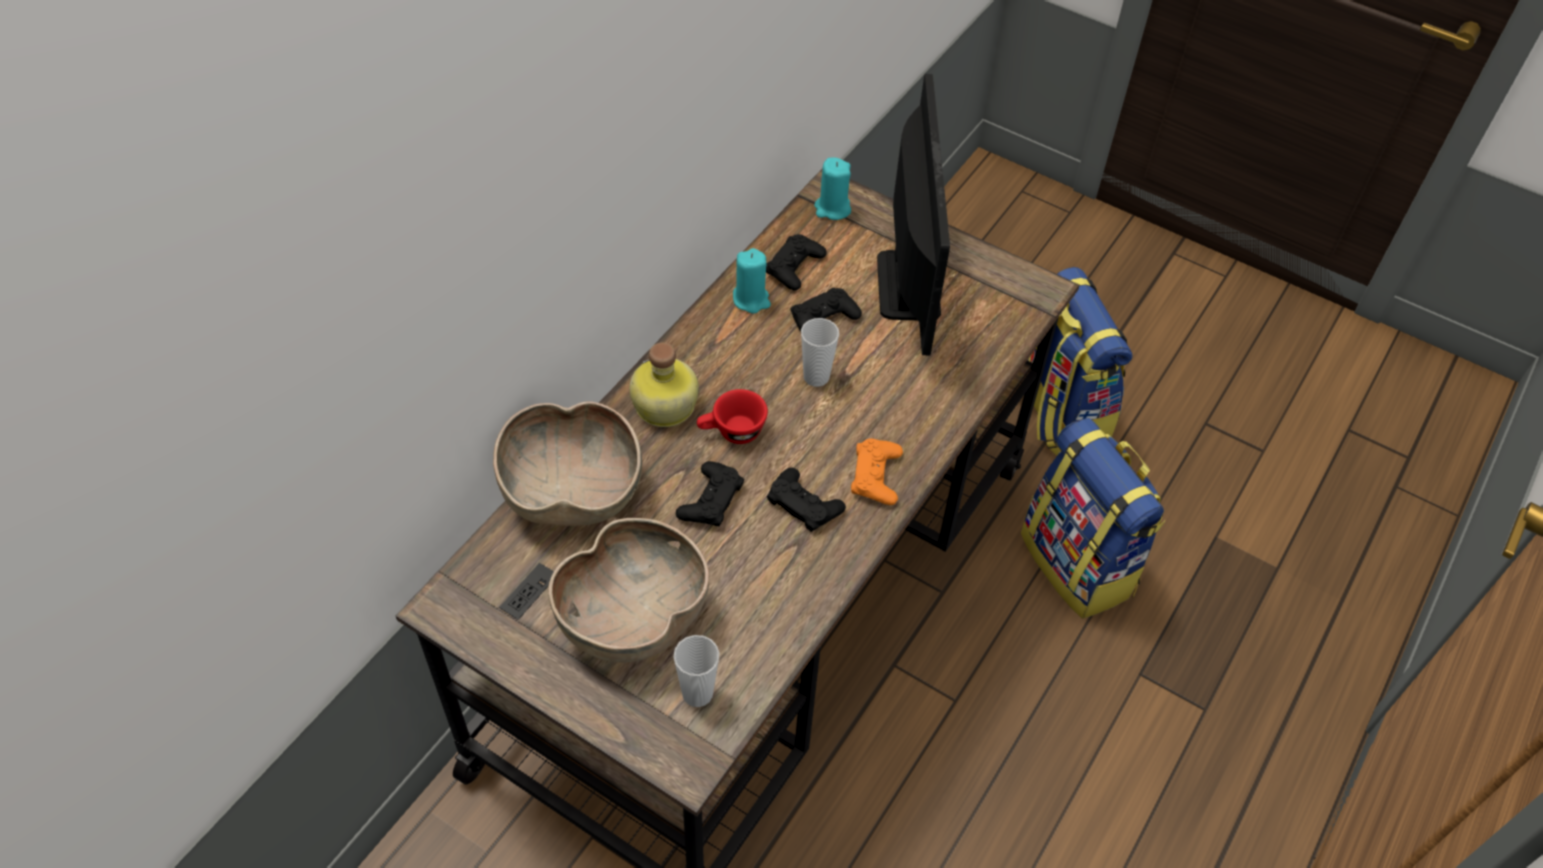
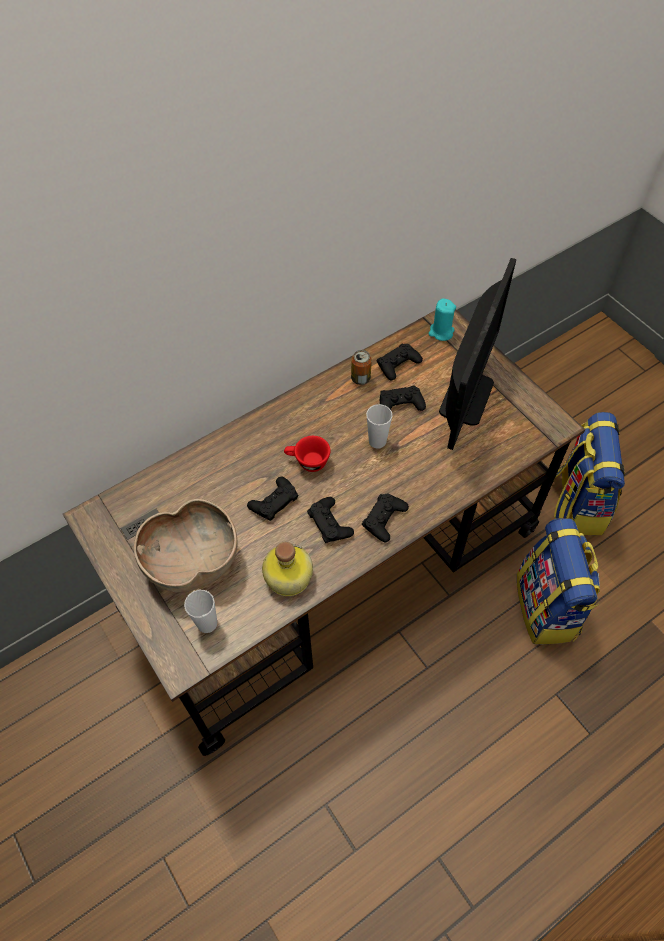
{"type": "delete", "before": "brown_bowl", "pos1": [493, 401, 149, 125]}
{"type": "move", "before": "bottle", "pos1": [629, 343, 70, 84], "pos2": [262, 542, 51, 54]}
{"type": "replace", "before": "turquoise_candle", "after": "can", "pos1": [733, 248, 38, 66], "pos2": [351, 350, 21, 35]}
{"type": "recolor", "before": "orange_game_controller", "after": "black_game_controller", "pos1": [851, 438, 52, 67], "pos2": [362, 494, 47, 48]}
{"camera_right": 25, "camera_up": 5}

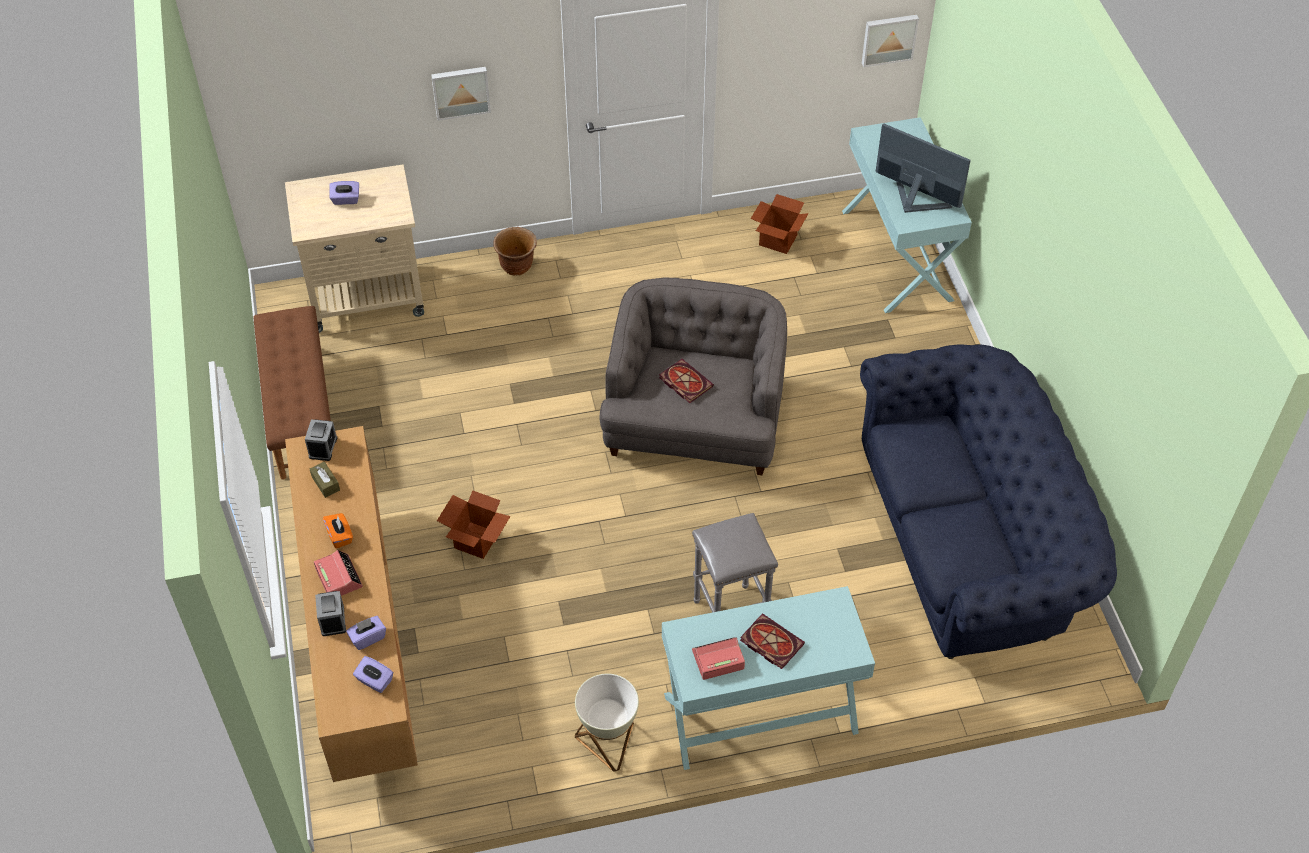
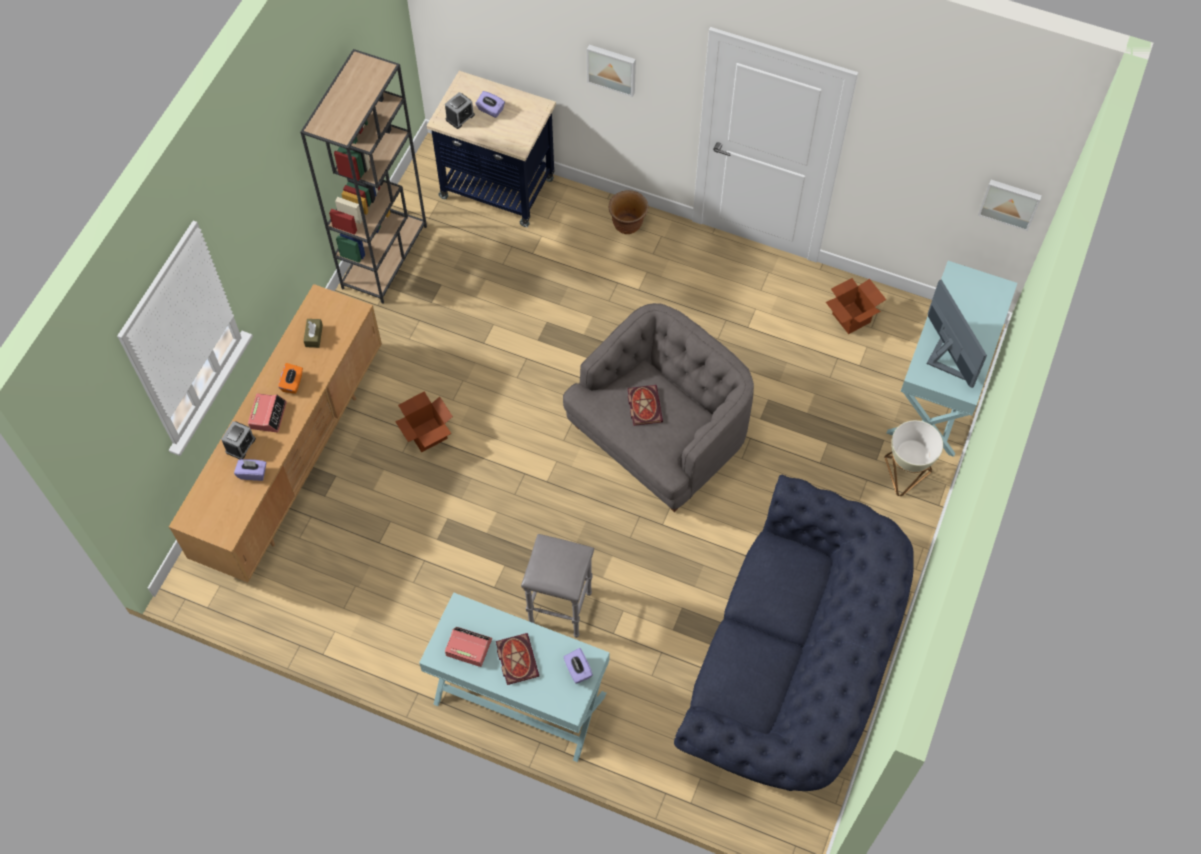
{"type": "move", "before": "alarm_clock", "pos1": [305, 419, 32, 42], "pos2": [445, 92, 30, 37]}
{"type": "move", "before": "purple_tissue_box", "pos1": [353, 656, 40, 37], "pos2": [564, 648, 29, 35]}
{"type": "move", "before": "planter", "pos1": [575, 674, 64, 98], "pos2": [884, 420, 59, 76]}
{"type": "replace", "before": "brown_bench", "after": "bookcase", "pos1": [253, 306, 78, 174], "pos2": [300, 49, 127, 255]}
{"type": "recolor", "before": "beige_cart", "after": "blue_cart", "pos1": [285, 164, 139, 169], "pos2": [427, 71, 129, 156]}
{"camera_right": 35, "camera_up": 10}

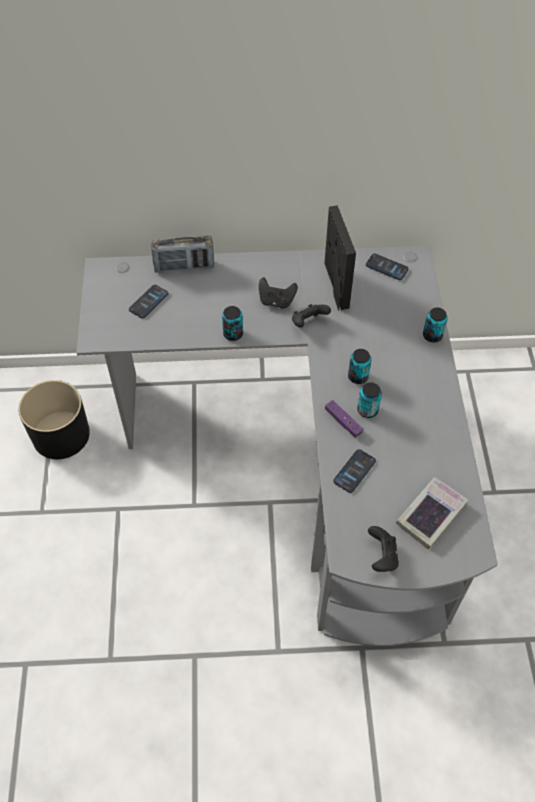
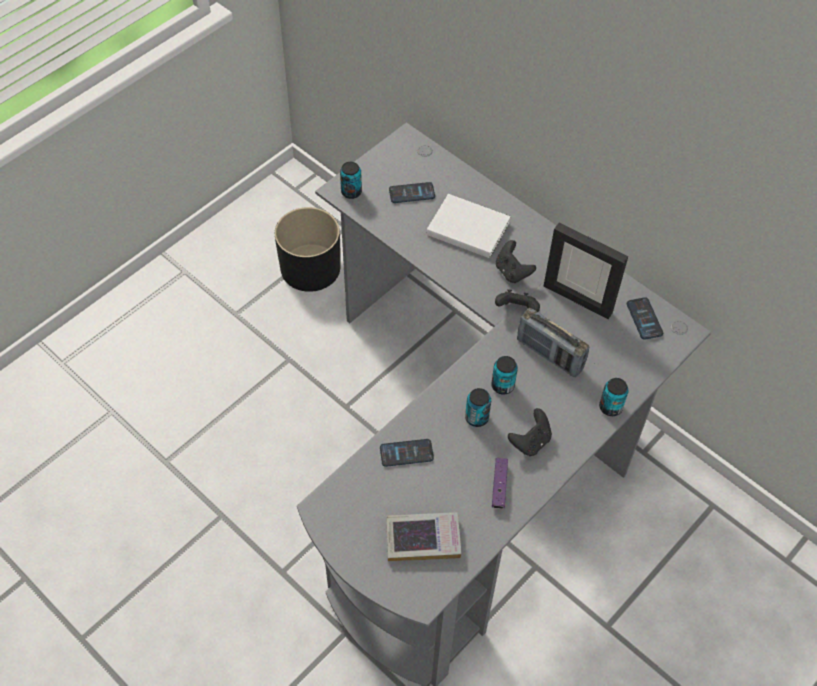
{"type": "insert", "after": "white_book", "pos2": [427, 194, 84, 64]}
{"type": "move", "before": "radio", "pos1": [151, 236, 63, 37], "pos2": [517, 308, 72, 69]}
{"type": "move", "before": "can", "pos1": [222, 306, 21, 35], "pos2": [340, 162, 22, 37]}
{"type": "move", "before": "purple_game_controller", "pos1": [325, 400, 39, 38], "pos2": [492, 458, 16, 51]}
{"type": "move", "before": "black_game_controller", "pos1": [368, 526, 31, 46], "pos2": [508, 408, 44, 48]}
{"type": "rotate", "before": "picture_frame", "pos1": [324, 205, 32, 105], "pos2": [544, 223, 84, 96], "turn": 90}
{"camera_right": 45, "camera_up": 0}

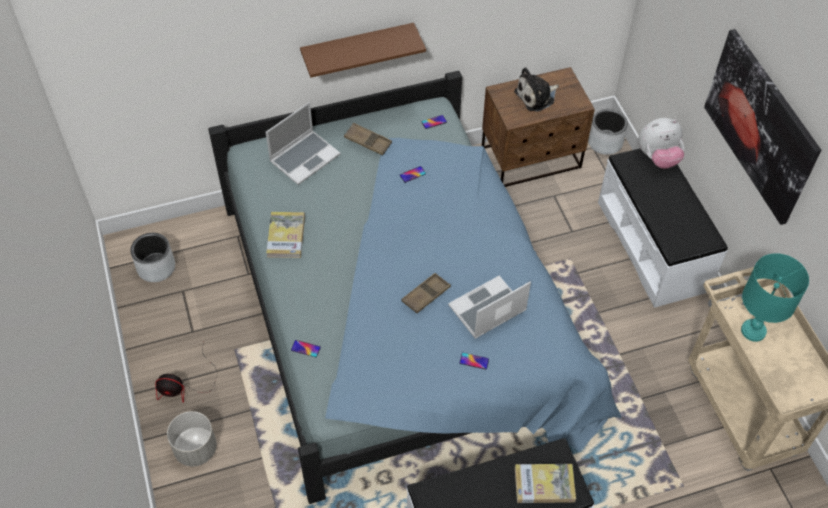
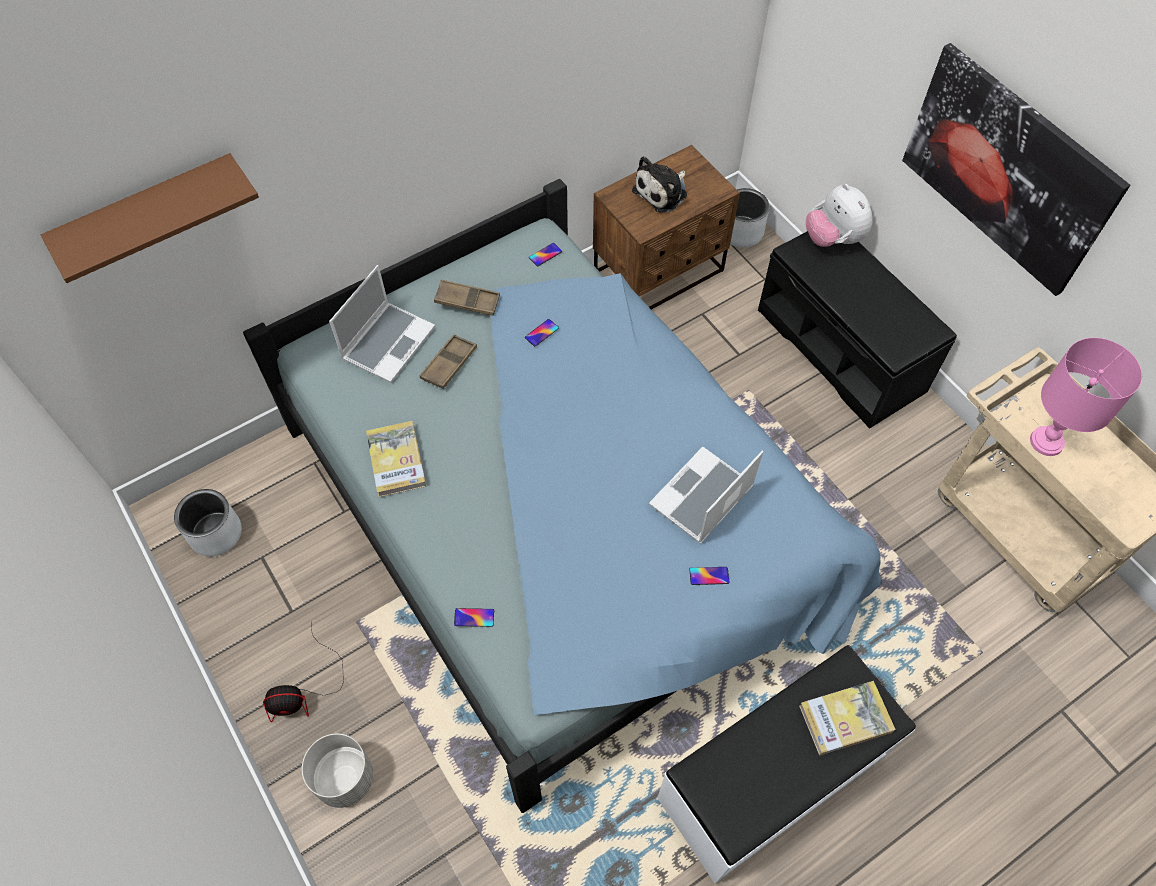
{"type": "move", "before": "brown_shelf", "pos1": [300, 23, 126, 55], "pos2": [41, 153, 218, 130]}
{"type": "move", "before": "brown_tray", "pos1": [401, 273, 50, 40], "pos2": [419, 334, 58, 55]}
{"type": "recolor", "before": "white_bench", "after": "black_bench", "pos1": [598, 148, 130, 160], "pos2": [758, 231, 199, 198]}
{"type": "recolor", "before": "turquoise_table_lamp", "after": "pink_table_lamp", "pos1": [741, 253, 68, 89], "pos2": [1030, 338, 112, 118]}
{"type": "rotate", "before": "plush_toy", "pos1": [638, 118, 47, 51], "pos2": [806, 184, 67, 63], "turn": 90}
{"camera_right": -15, "camera_up": 5}

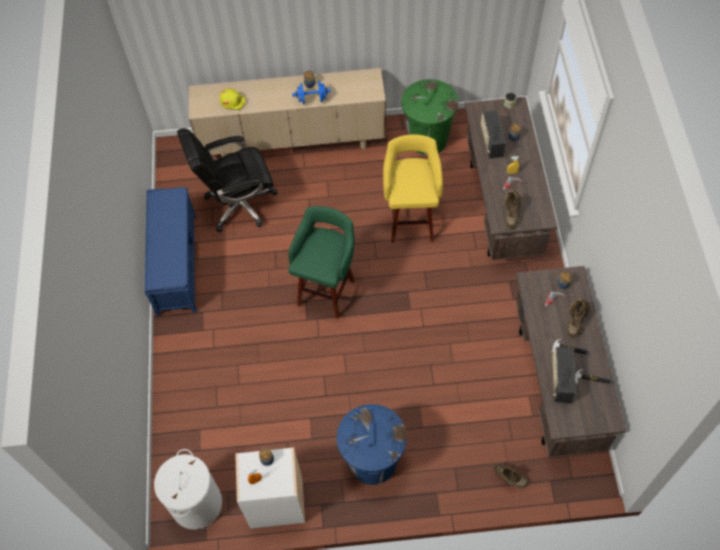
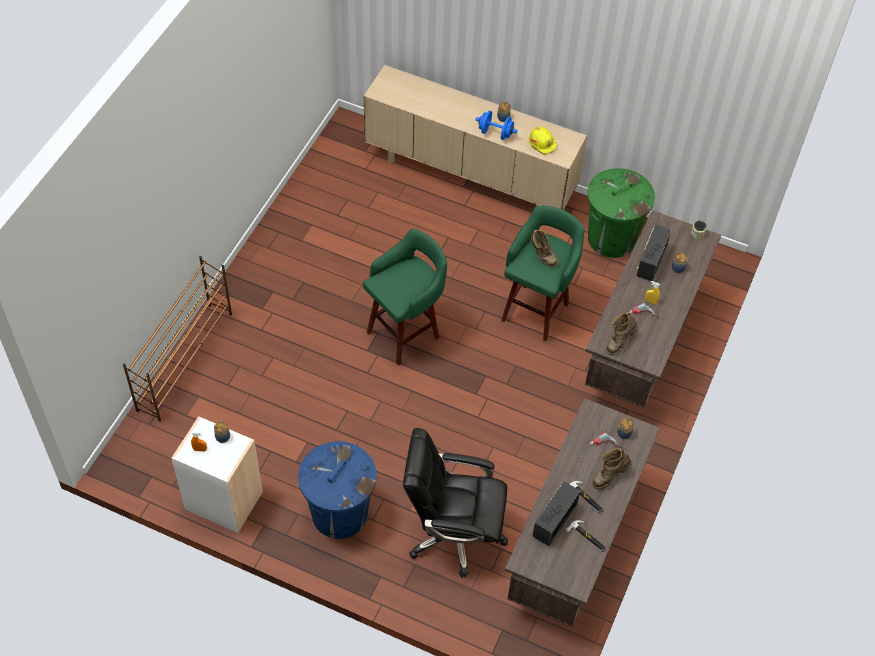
{"type": "delete", "before": "blue_bench", "pos1": [145, 187, 51, 129]}
{"type": "delete", "before": "white_laundry_basket", "pos1": [154, 449, 68, 81]}
{"type": "insert", "after": "brown_shoe_rack", "pos2": [123, 256, 109, 166]}
{"type": "move", "before": "black_office_chair", "pos1": [177, 128, 101, 104], "pos2": [403, 428, 105, 150]}
{"type": "move", "before": "yellow_hard_hat", "pos1": [220, 89, 26, 21], "pos2": [529, 127, 28, 28]}
{"type": "move", "before": "brown_boot", "pos1": [494, 463, 34, 26], "pos2": [531, 229, 28, 39]}
{"type": "recolor", "before": "yellow_stool", "after": "green_stool", "pos1": [383, 134, 60, 109], "pos2": [501, 206, 83, 135]}
{"camera_right": 25, "camera_up": -5}

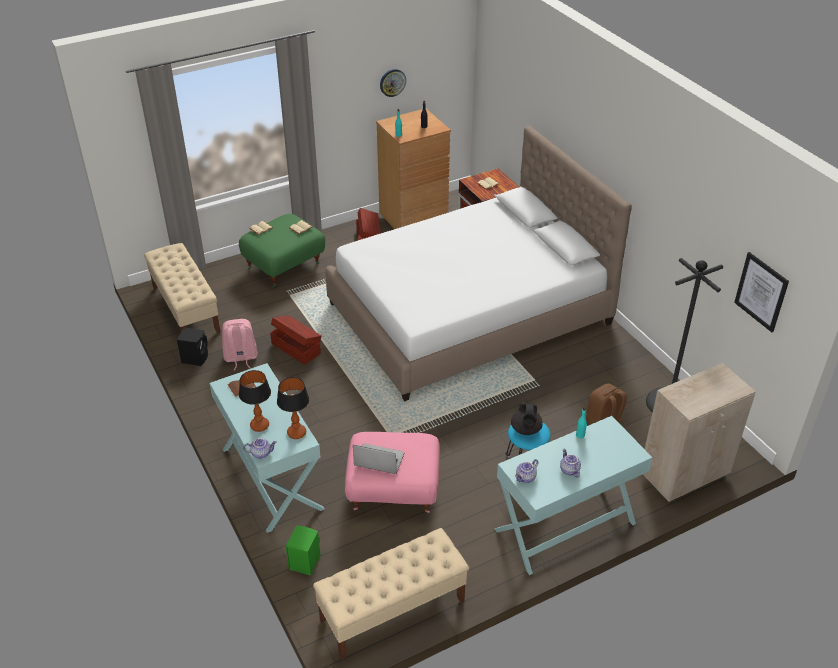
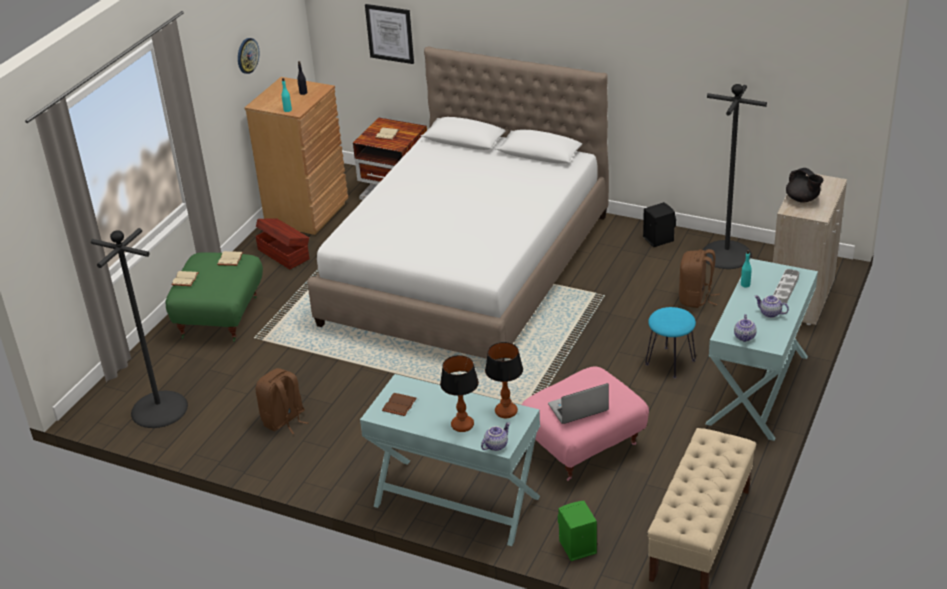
{"type": "delete", "before": "brown_storage_box", "pos1": [270, 315, 52, 50]}
{"type": "insert", "after": "grey_tray", "pos2": [773, 269, 26, 35]}
{"type": "move", "before": "black_speaker", "pos1": [177, 327, 31, 39], "pos2": [643, 202, 33, 45]}
{"type": "move", "before": "black_teapot", "pos1": [511, 403, 32, 32], "pos2": [786, 168, 37, 35]}
{"type": "move", "before": "picture", "pos1": [734, 252, 55, 80], "pos2": [365, 4, 49, 60]}
{"type": "replace", "before": "beige_bench", "after": "black_clothes_rack", "pos1": [144, 243, 77, 91], "pos2": [91, 228, 97, 200]}
{"type": "recolor", "before": "pink_backpack", "after": "brown_backpack", "pos1": [222, 319, 36, 51], "pos2": [256, 368, 52, 66]}
{"camera_right": -35, "camera_up": -5}

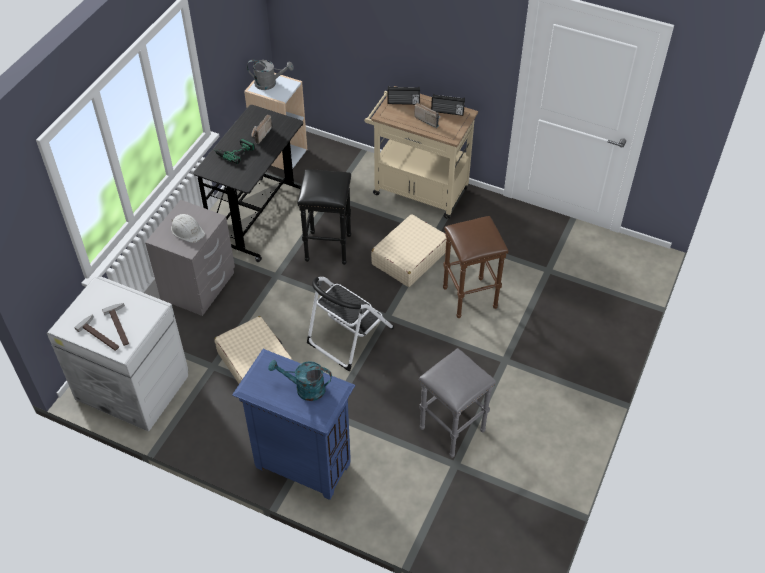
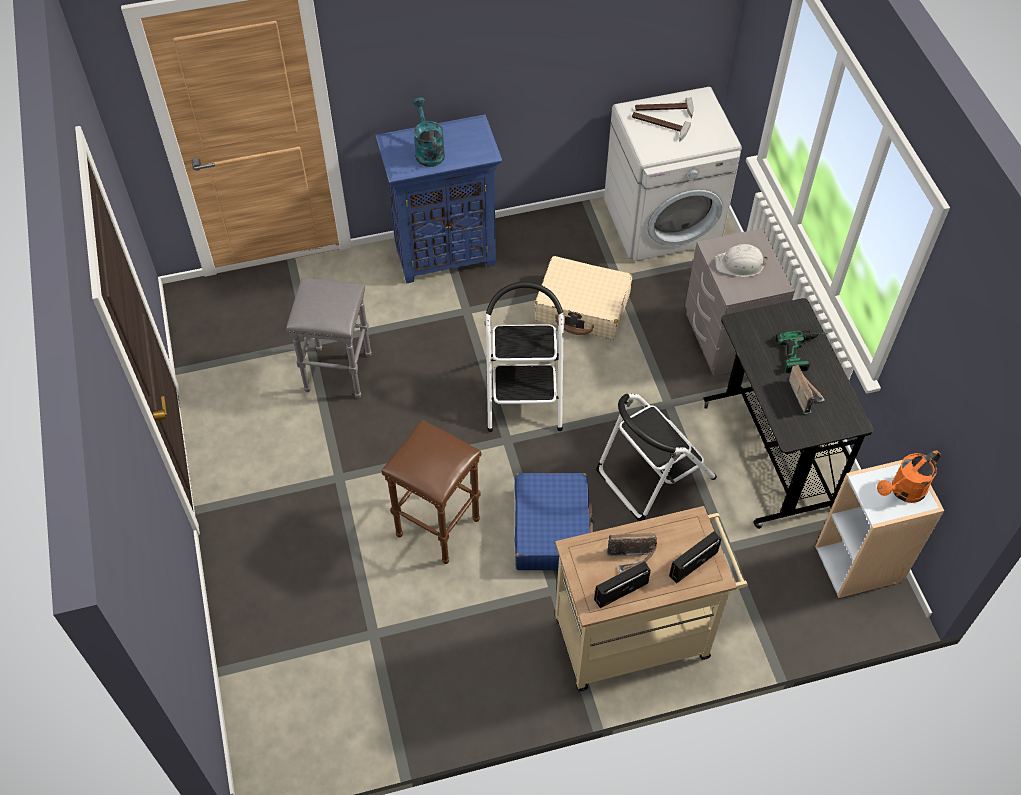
{"type": "replace", "before": "black_stool", "after": "step_ladder", "pos1": [297, 169, 54, 96], "pos2": [596, 394, 121, 127]}
{"type": "recolor", "before": "grey_watering_can", "after": "orange_watering_can", "pos1": [247, 60, 47, 30], "pos2": [877, 450, 64, 53]}
{"type": "recolor", "before": "beige_suitcase", "after": "blue_suitcase", "pos1": [371, 214, 75, 73], "pos2": [514, 473, 81, 97]}
{"type": "rotate", "before": "turquoise_watering_can", "pos1": [268, 359, 64, 42], "pos2": [413, 97, 32, 70], "turn": -75}
{"camera_right": 140, "camera_up": 5}

